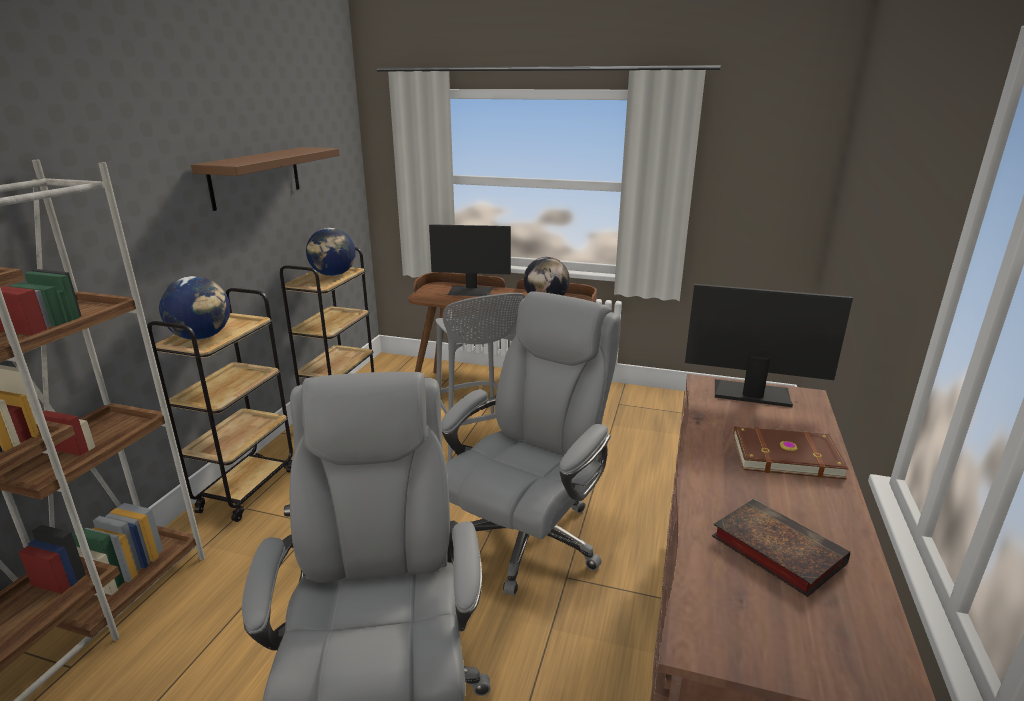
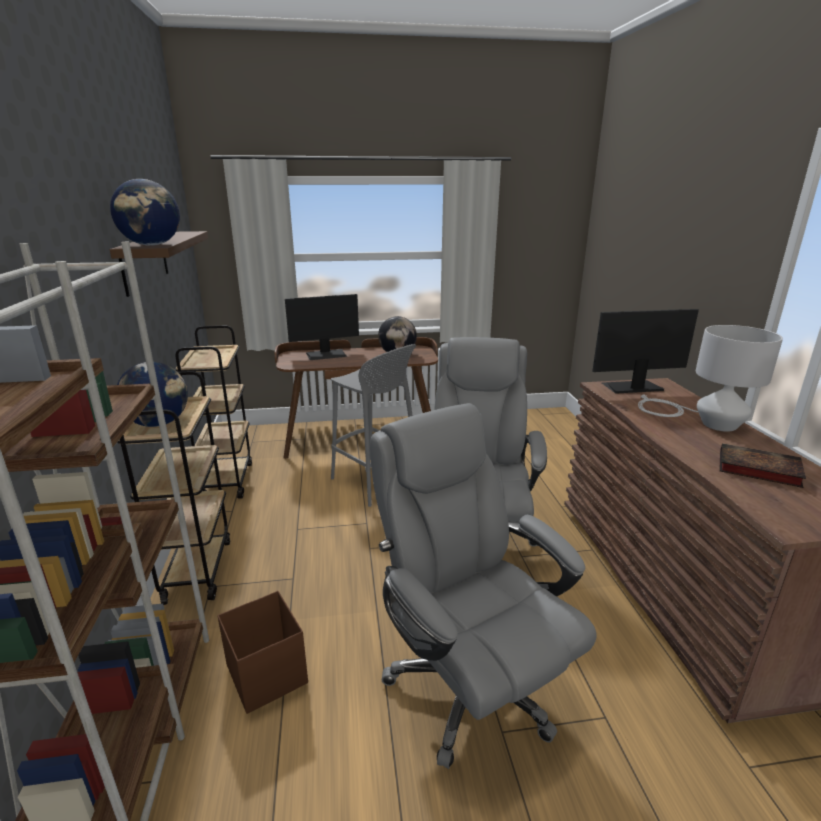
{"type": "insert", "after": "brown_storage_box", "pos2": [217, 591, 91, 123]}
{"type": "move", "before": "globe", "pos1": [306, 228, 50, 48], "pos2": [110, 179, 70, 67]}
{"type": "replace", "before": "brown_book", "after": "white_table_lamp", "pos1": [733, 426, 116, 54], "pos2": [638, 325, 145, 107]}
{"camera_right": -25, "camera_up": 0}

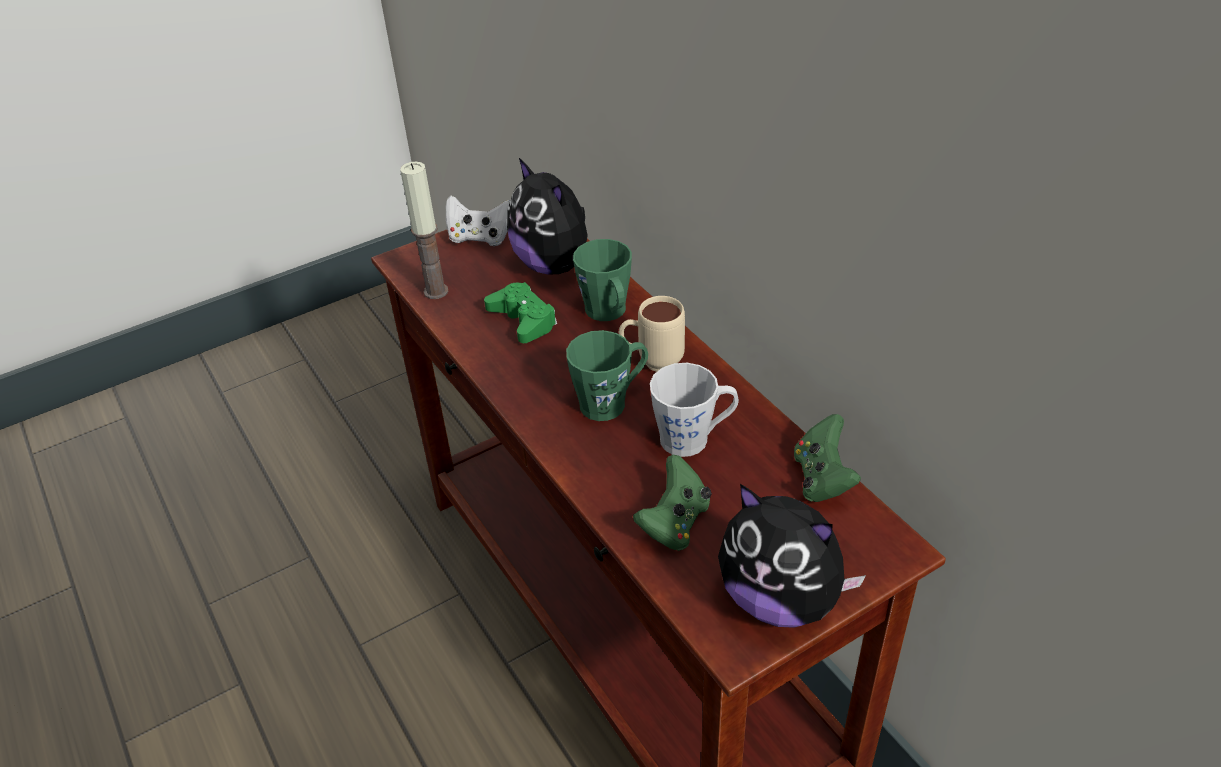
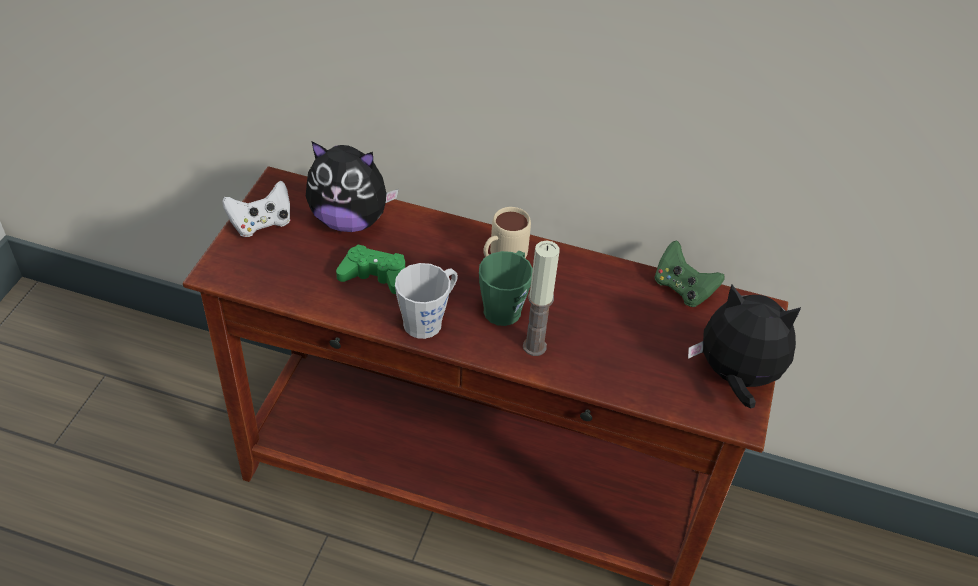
{"type": "delete", "before": "green_mug", "pos1": [573, 239, 59, 82]}
{"type": "delete", "before": "green_game_controller", "pos1": [633, 455, 79, 96]}
{"type": "move", "before": "candle", "pos1": [400, 162, 48, 137], "pos2": [523, 240, 36, 116]}
{"type": "move", "before": "grey_mug", "pos1": [650, 363, 89, 94], "pos2": [395, 263, 63, 76]}
{"type": "rotate", "before": "plush_toy", "pos1": [718, 484, 148, 144], "pos2": [688, 285, 113, 123], "turn": -150}
{"camera_right": -45, "camera_up": 5}

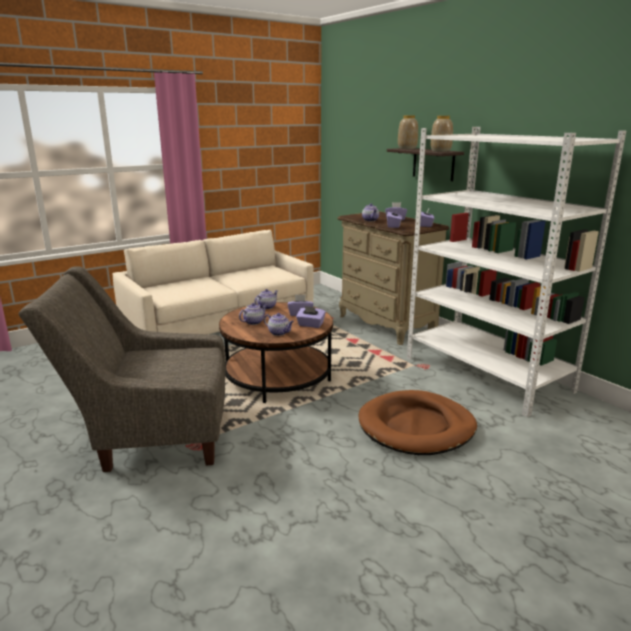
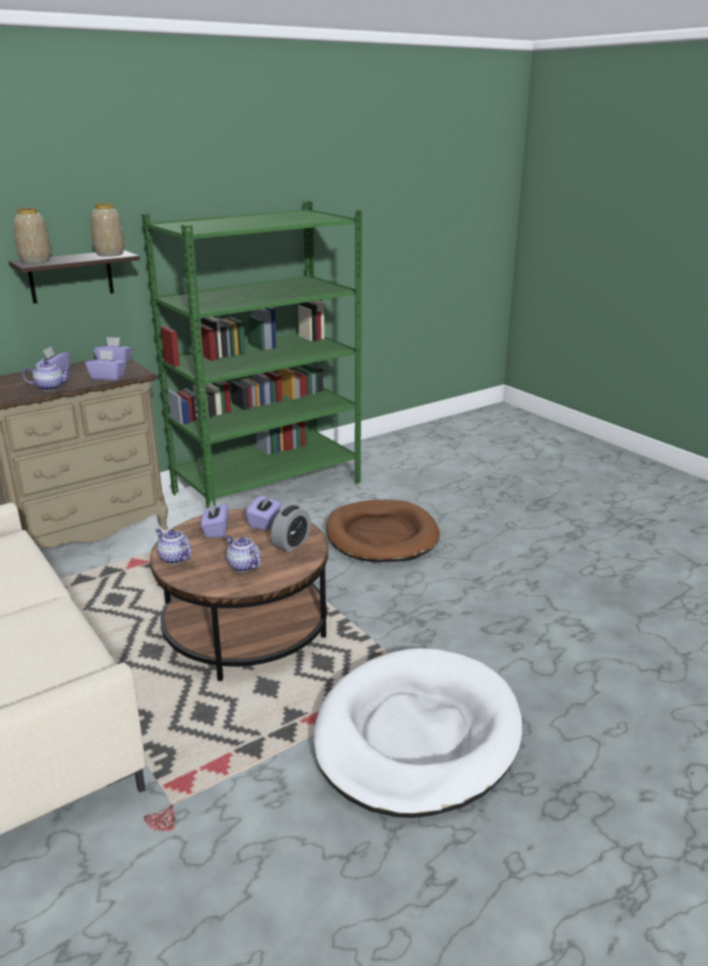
{"type": "replace", "before": "grey_armchair", "after": "white_dog_bed", "pos1": [18, 266, 207, 206], "pos2": [313, 648, 209, 170]}
{"type": "replace", "before": "teapot", "after": "alarm_clock", "pos1": [264, 313, 30, 23], "pos2": [271, 505, 40, 47]}
{"type": "recolor", "before": "white_bookcase", "after": "green_bookcase", "pos1": [407, 127, 219, 290], "pos2": [142, 201, 220, 307]}
{"camera_right": -90, "camera_up": 5}

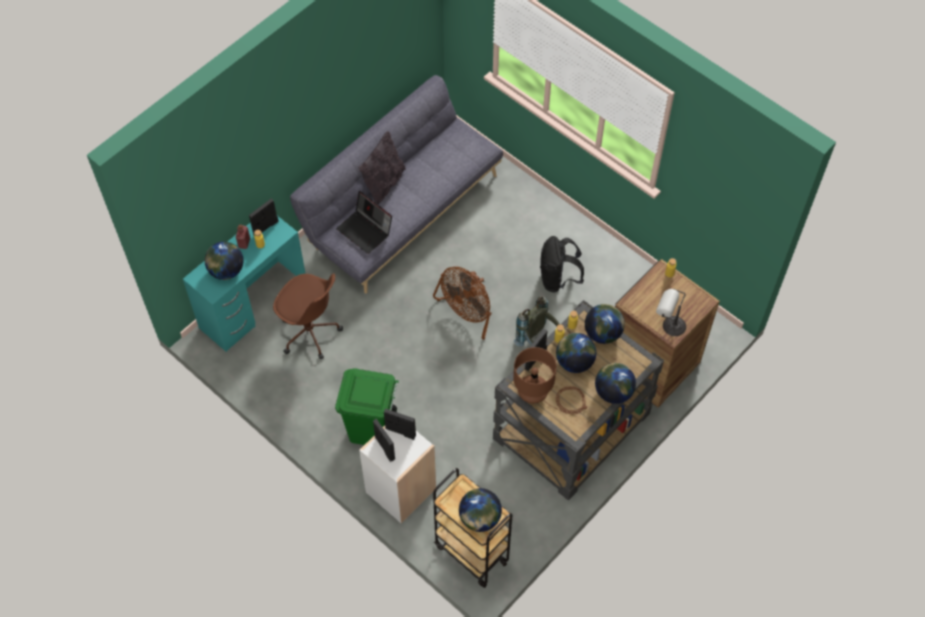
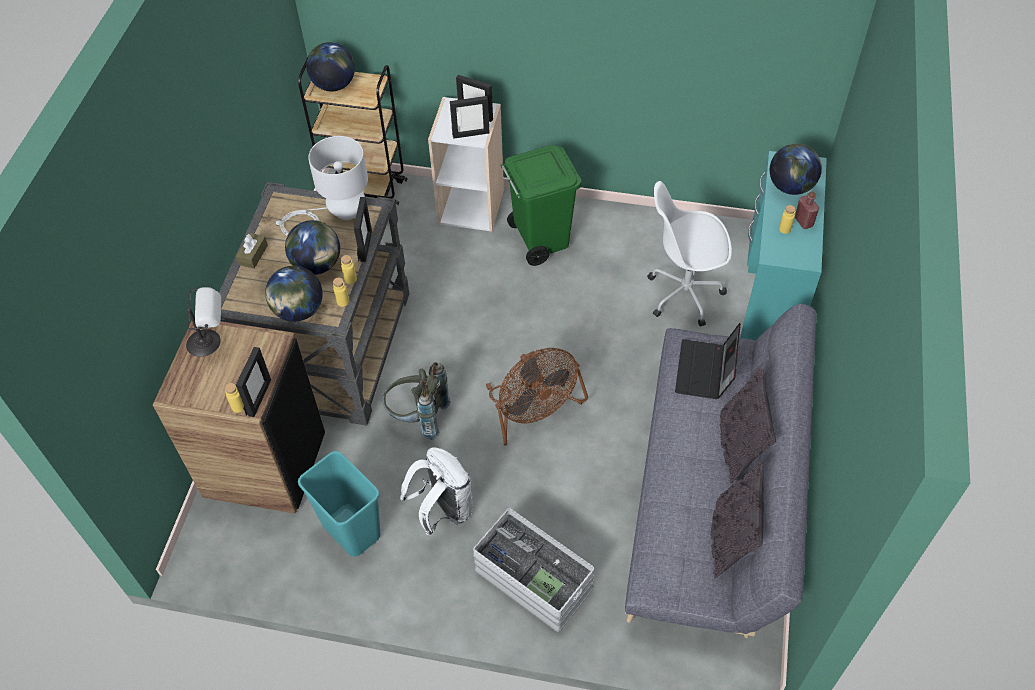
{"type": "insert", "after": "turquoise_trash_can", "pos2": [298, 451, 83, 106]}
{"type": "insert", "after": "grey_storage_box", "pos2": [473, 508, 121, 124]}
{"type": "insert", "after": "black_pillow", "pos2": [711, 462, 53, 116]}
{"type": "move", "before": "picture_frame", "pos1": [249, 199, 30, 36], "pos2": [236, 347, 35, 70]}
{"type": "replace", "before": "globe", "after": "brown_tissue_box", "pos1": [595, 363, 41, 41], "pos2": [236, 233, 32, 36]}
{"type": "recolor", "before": "brown_office_chair", "after": "white_office_chair", "pos1": [273, 273, 70, 86], "pos2": [648, 181, 84, 146]}
{"type": "recolor", "before": "brown_table_lamp", "after": "white_table_lamp", "pos1": [513, 347, 74, 67], "pos2": [276, 136, 92, 100]}
{"type": "recolor", "before": "black_backpack", "after": "white_backpack", "pos1": [540, 236, 44, 57], "pos2": [400, 447, 73, 89]}
{"type": "rotate", "before": "laptop", "pos1": [336, 191, 56, 63], "pos2": [675, 323, 66, 76], "turn": -90}
{"type": "rotate", "before": "brown_fan", "pos1": [433, 267, 59, 73], "pos2": [486, 348, 102, 97], "turn": 135}
{"camera_right": 150, "camera_up": -5}

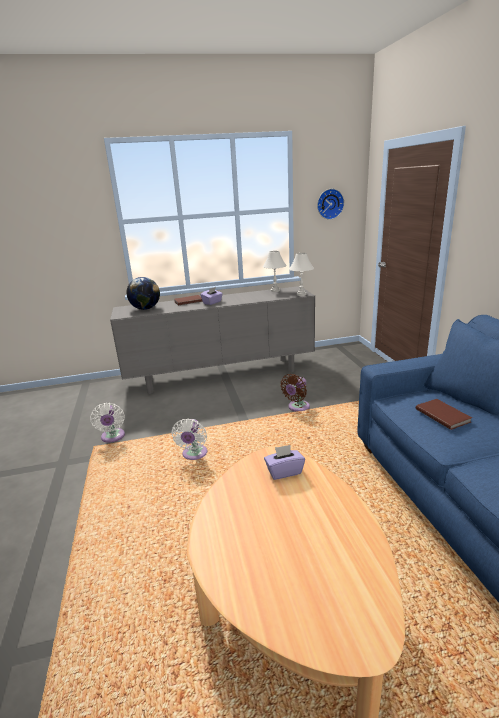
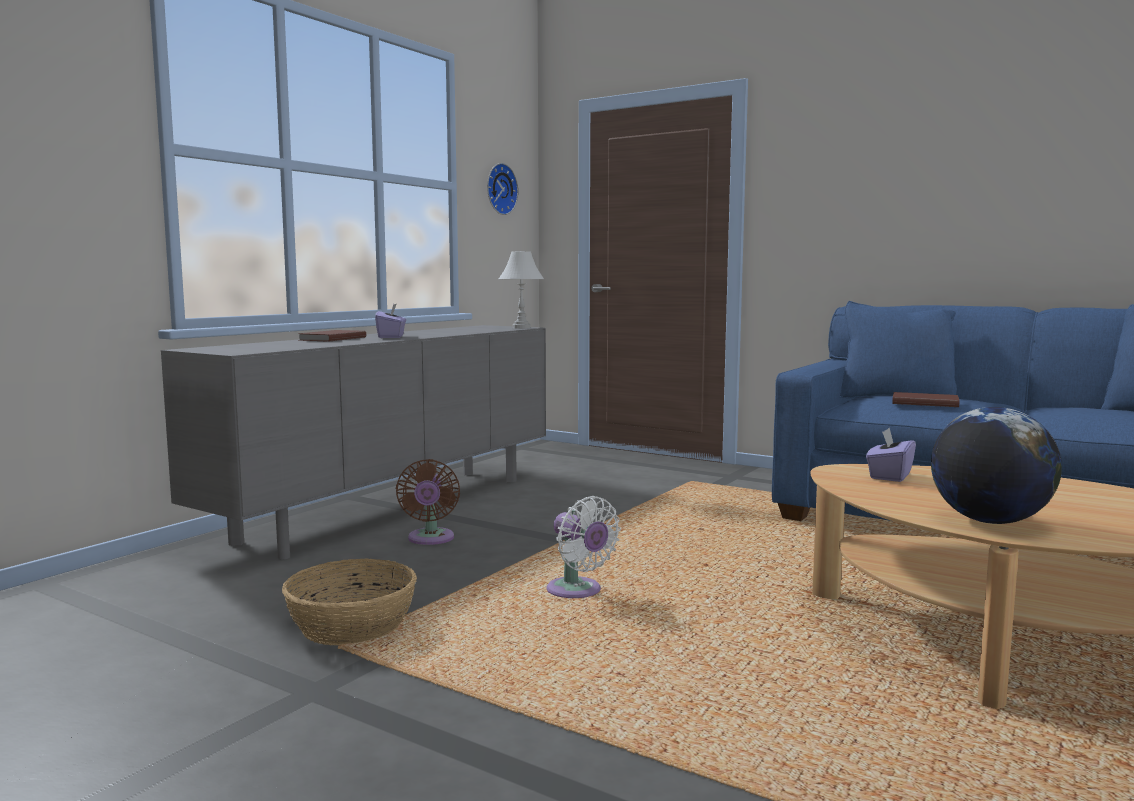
{"type": "delete", "before": "white_table_lamp", "pos1": [263, 251, 24, 41]}
{"type": "move", "before": "globe", "pos1": [126, 277, 34, 33], "pos2": [931, 407, 131, 117]}
{"type": "move", "before": "brown_fan", "pos1": [280, 374, 30, 38], "pos2": [396, 459, 64, 86]}
{"type": "replace", "before": "white_fan", "after": "basket", "pos1": [90, 403, 35, 40], "pos2": [282, 558, 135, 87]}
{"camera_right": -45, "camera_up": -15}

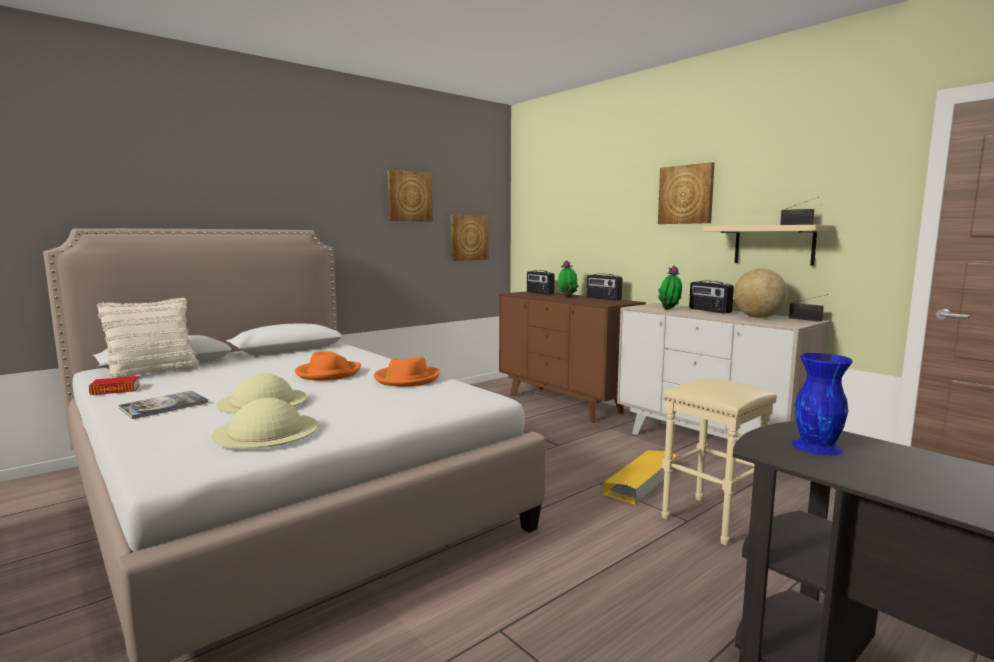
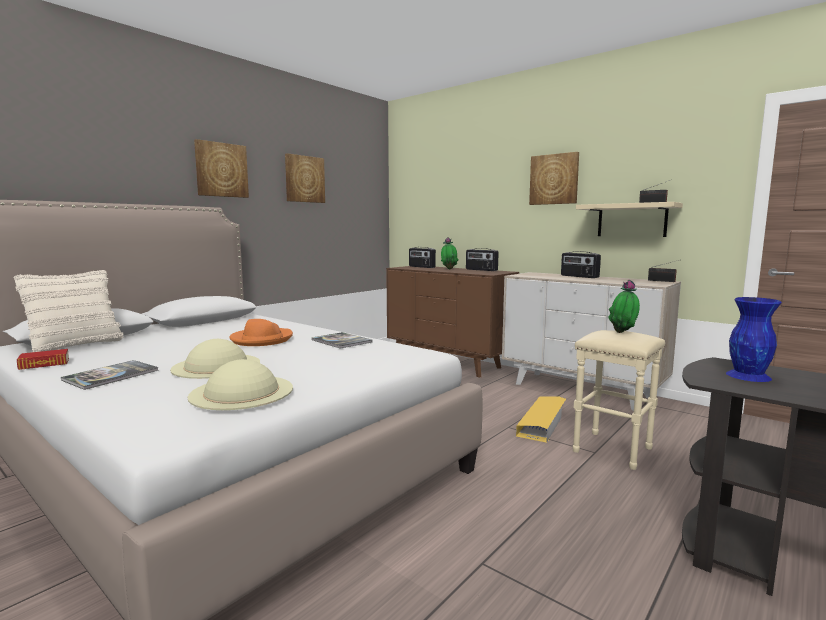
{"type": "delete", "before": "globe", "pos1": [734, 269, 54, 49]}
{"type": "move", "before": "picture", "pos1": [451, 215, 38, 46], "pos2": [194, 139, 55, 59]}
{"type": "move", "before": "potted_plant", "pos1": [658, 266, 24, 44], "pos2": [608, 280, 32, 53]}
{"type": "replace", "before": "orange_hat", "after": "book", "pos1": [374, 357, 66, 30], "pos2": [311, 332, 61, 17]}
{"camera_right": -10, "camera_up": 0}

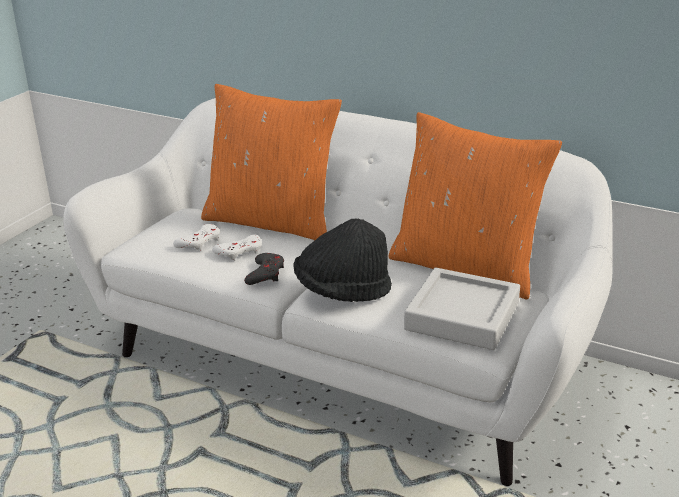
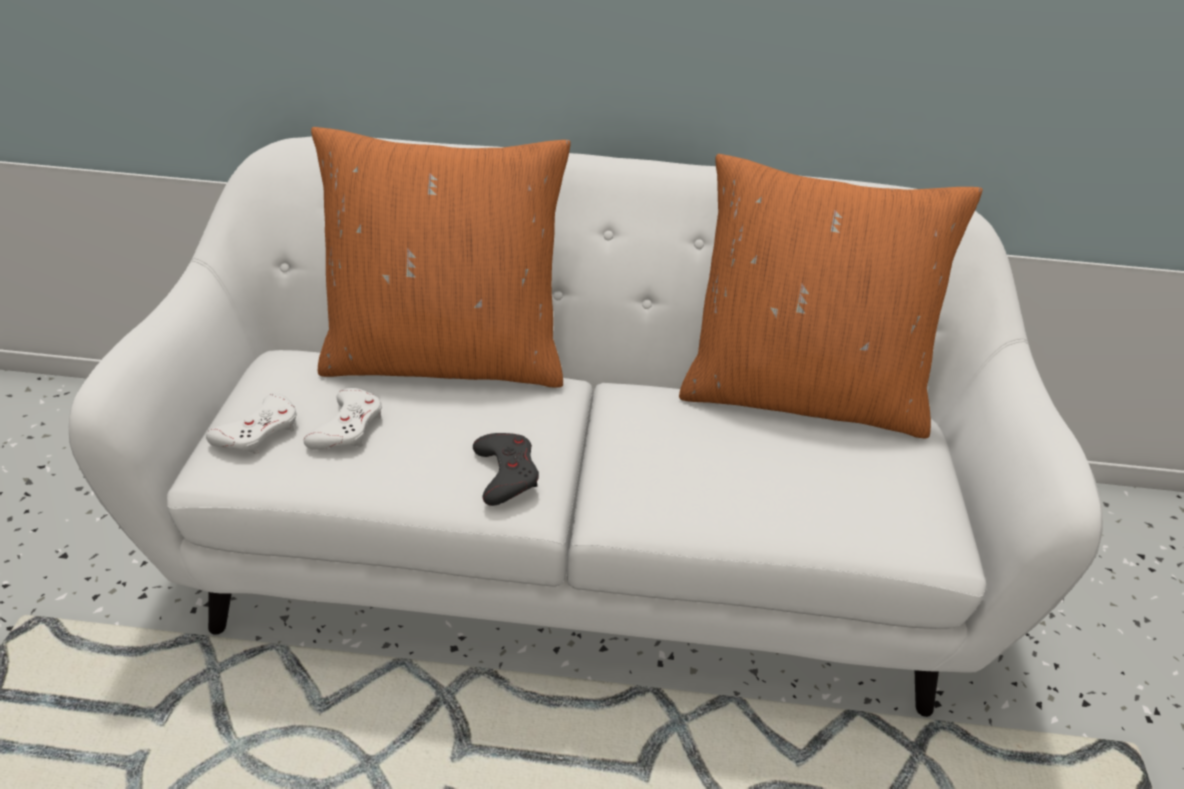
{"type": "delete", "before": "black_hat", "pos1": [294, 219, 98, 83]}
{"type": "delete", "before": "grey_tray", "pos1": [404, 268, 116, 82]}
{"type": "move", "before": "white_game_controller", "pos1": [212, 234, 50, 27], "pos2": [206, 393, 90, 62]}
{"camera_right": -25, "camera_up": 10}

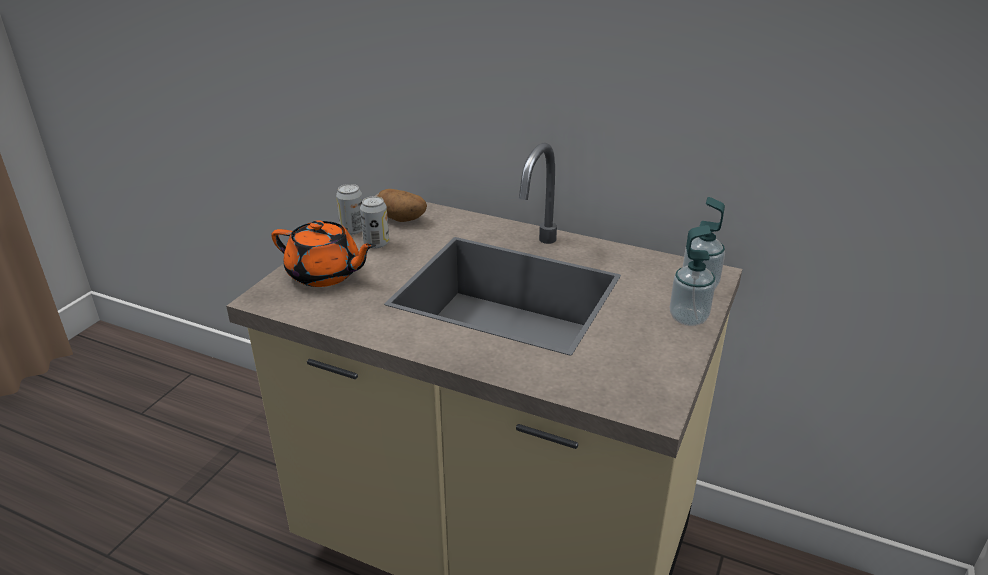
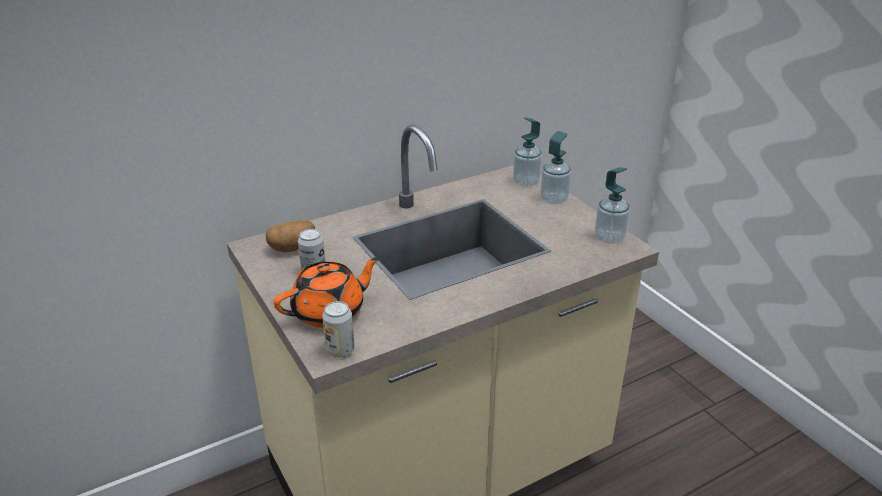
{"type": "insert", "after": "soap_dispenser", "pos2": [595, 167, 35, 77]}
{"type": "move", "before": "can", "pos1": [336, 184, 27, 51], "pos2": [322, 301, 33, 56]}
{"camera_right": -55, "camera_up": 0}

